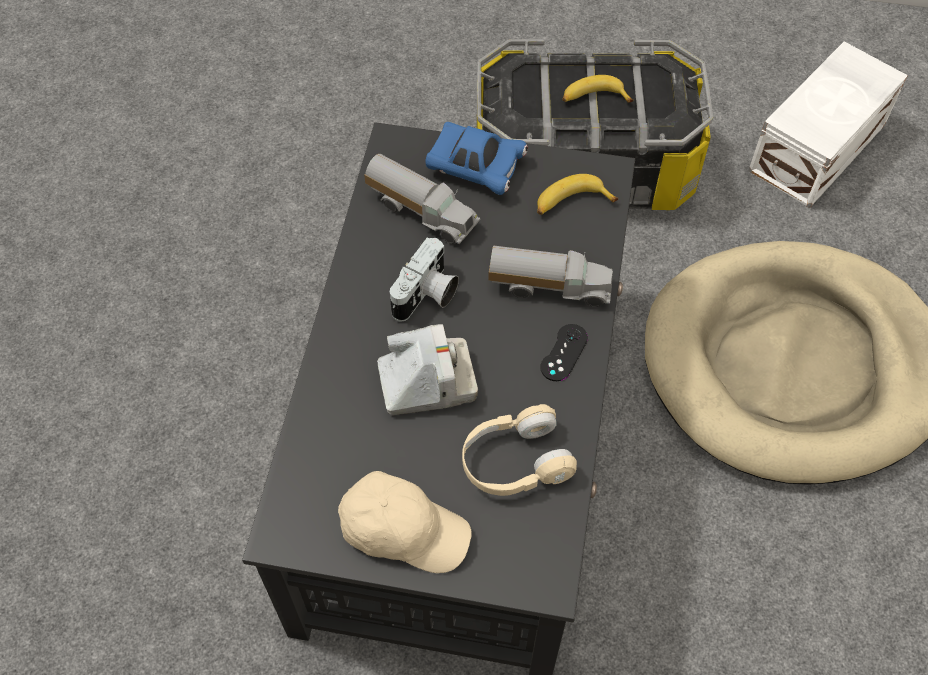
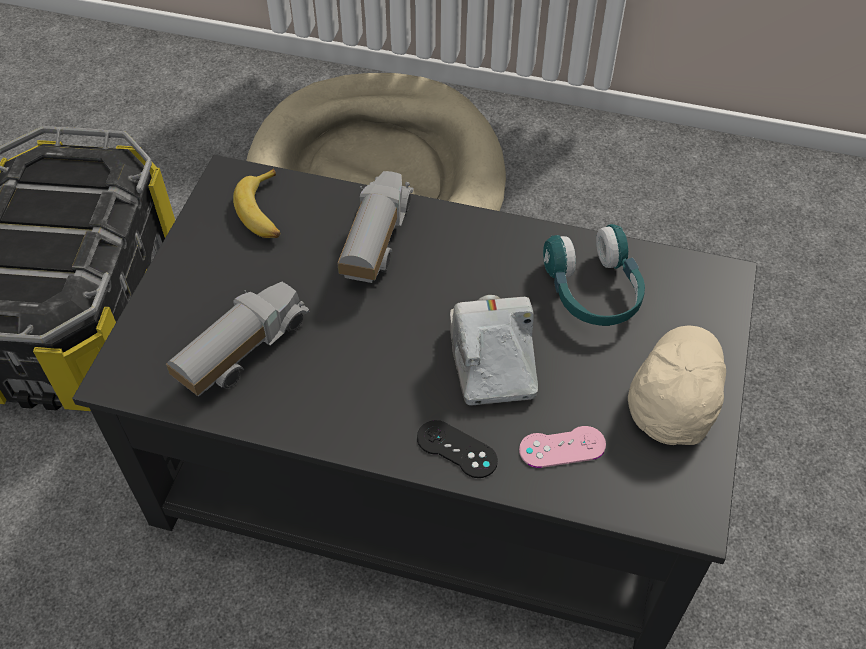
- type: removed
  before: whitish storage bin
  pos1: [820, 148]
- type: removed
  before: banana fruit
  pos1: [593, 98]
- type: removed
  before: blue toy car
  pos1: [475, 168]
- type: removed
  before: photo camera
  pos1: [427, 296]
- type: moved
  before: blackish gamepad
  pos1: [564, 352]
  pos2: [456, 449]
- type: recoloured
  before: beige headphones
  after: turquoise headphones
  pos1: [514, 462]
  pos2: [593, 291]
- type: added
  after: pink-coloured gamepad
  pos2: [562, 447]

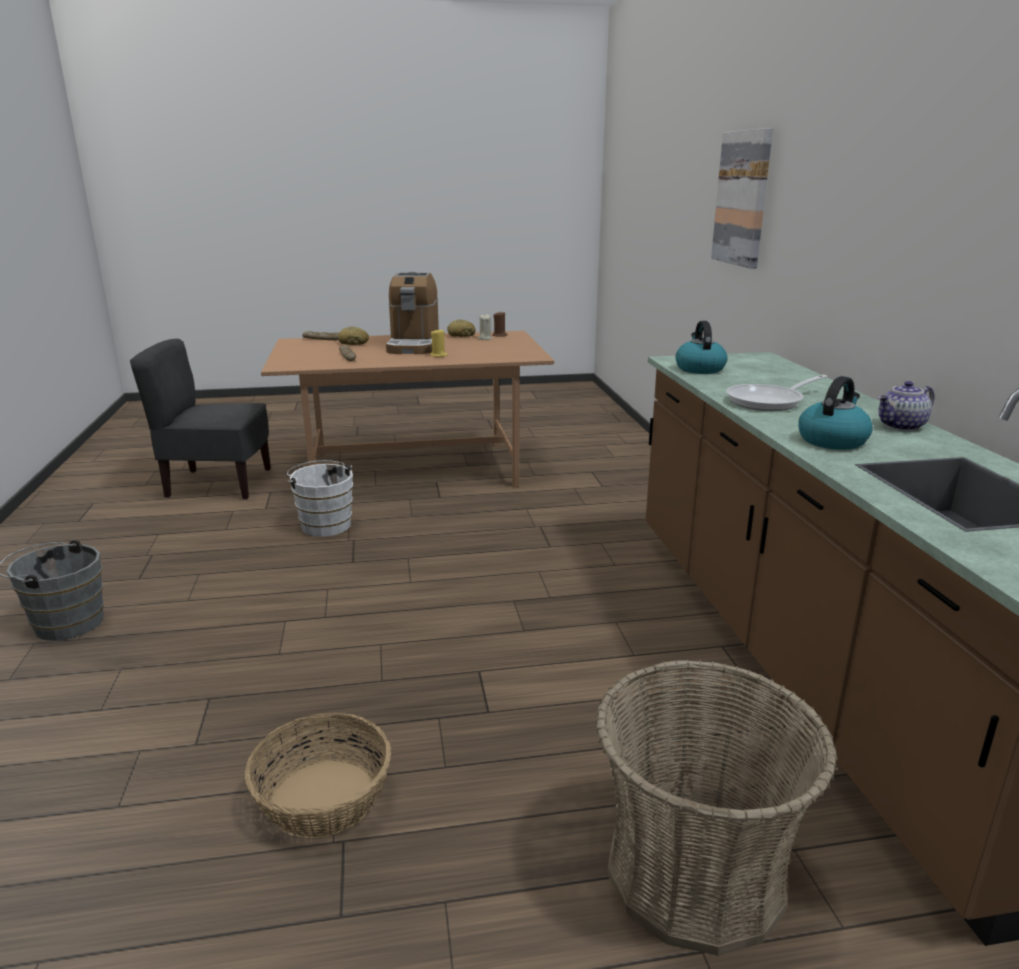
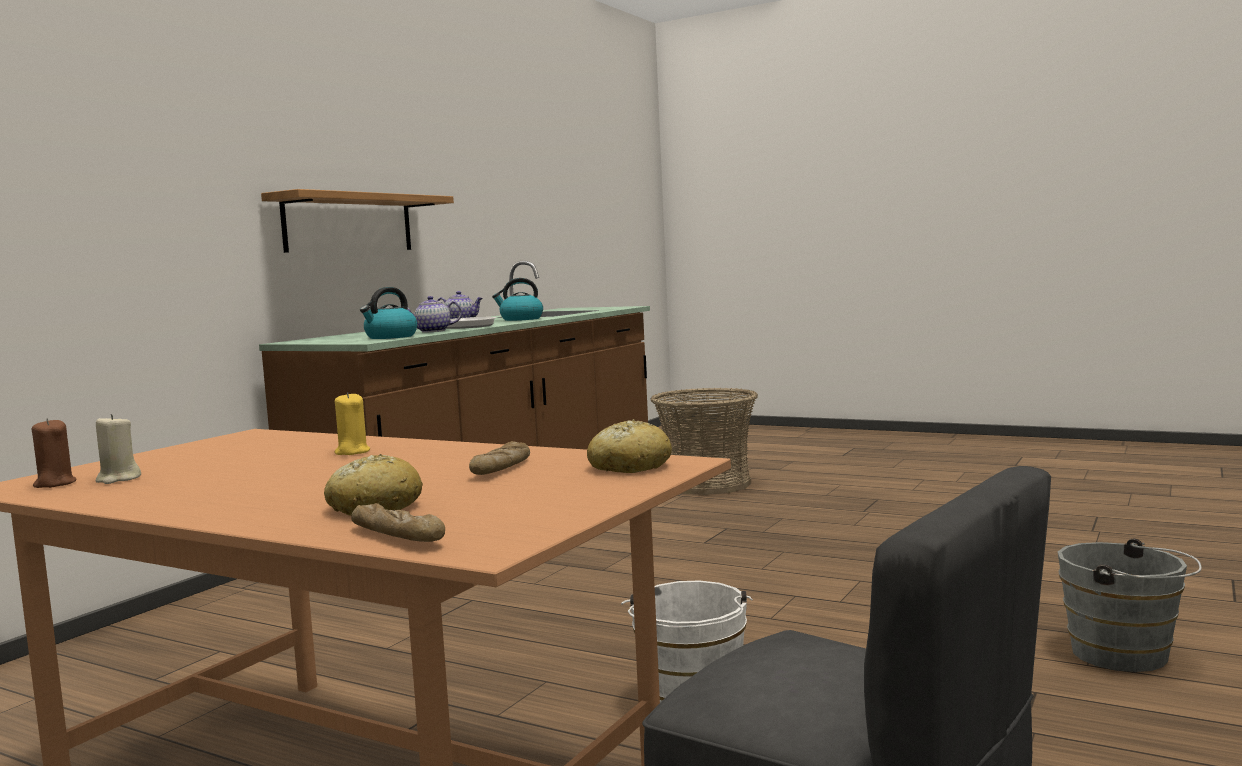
- type: removed
  before: wall picture
  pos1: [743, 198]
- type: removed
  before: coffee machine
  pos1: [413, 345]
- type: moved
  before: bakery bread
  pos1: [461, 335]
  pos2: [629, 467]
- type: removed
  before: household basket
  pos1: [322, 798]
- type: added
  after: wall shelf
  pos2: [349, 223]
- type: added
  after: pot for tea
  pos2: [432, 331]

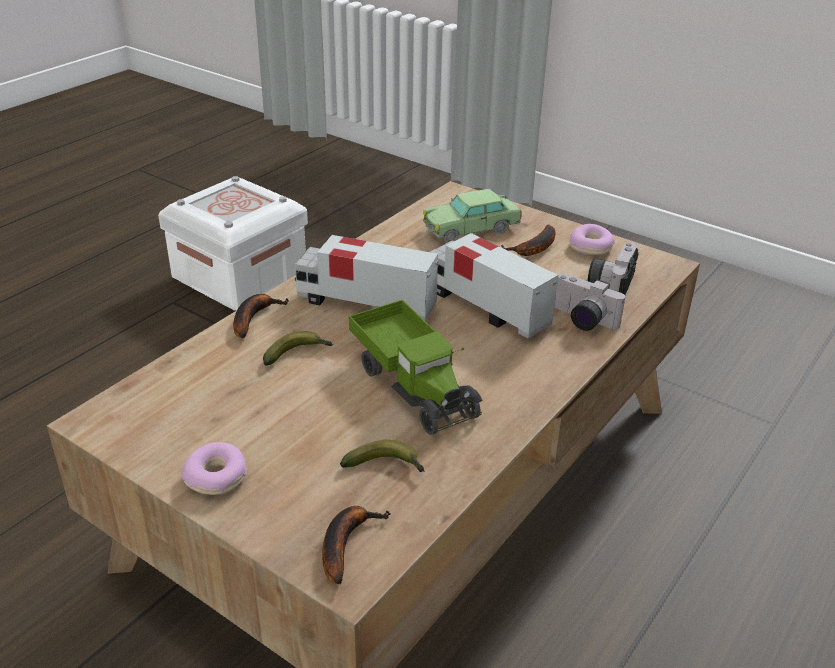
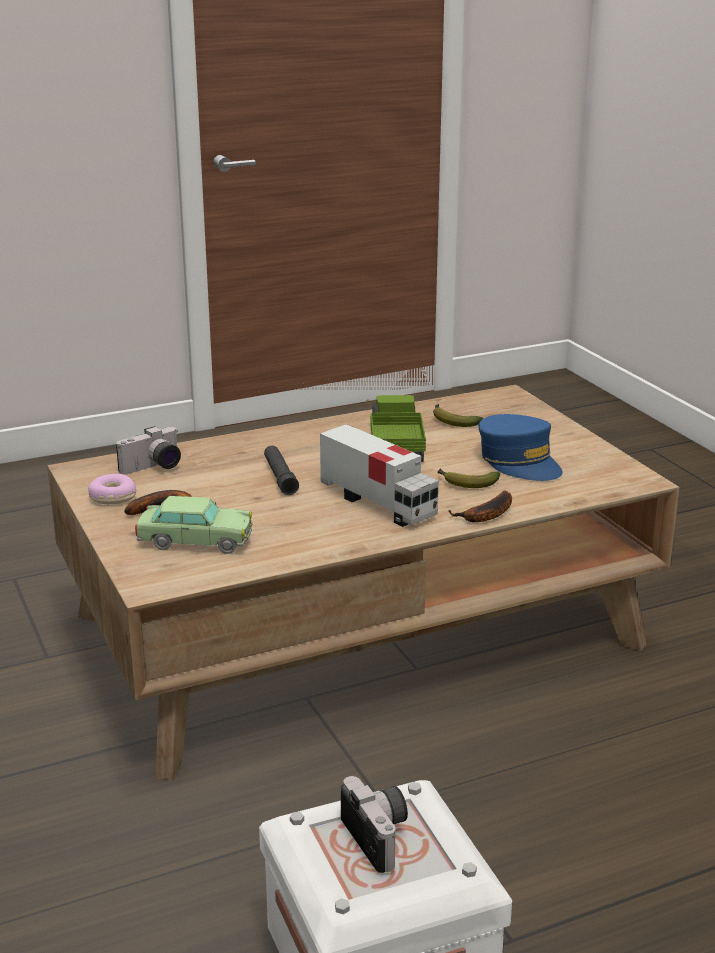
- type: replaced
  before: model truck
  after: blackish hand torch
  pos1: [486, 307]
  pos2: [280, 477]
- type: moved
  before: photo camera
  pos1: [581, 320]
  pos2: [381, 836]
- type: removed
  before: donut
  pos1: [217, 477]
- type: removed
  before: banana fruit
  pos1: [346, 543]
- type: added
  after: blue cap
  pos2: [519, 462]

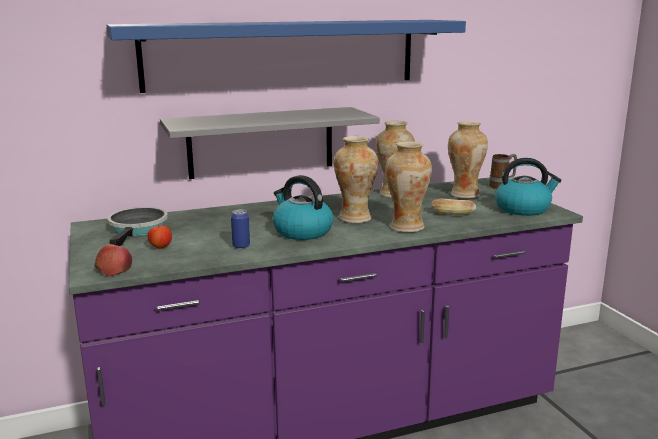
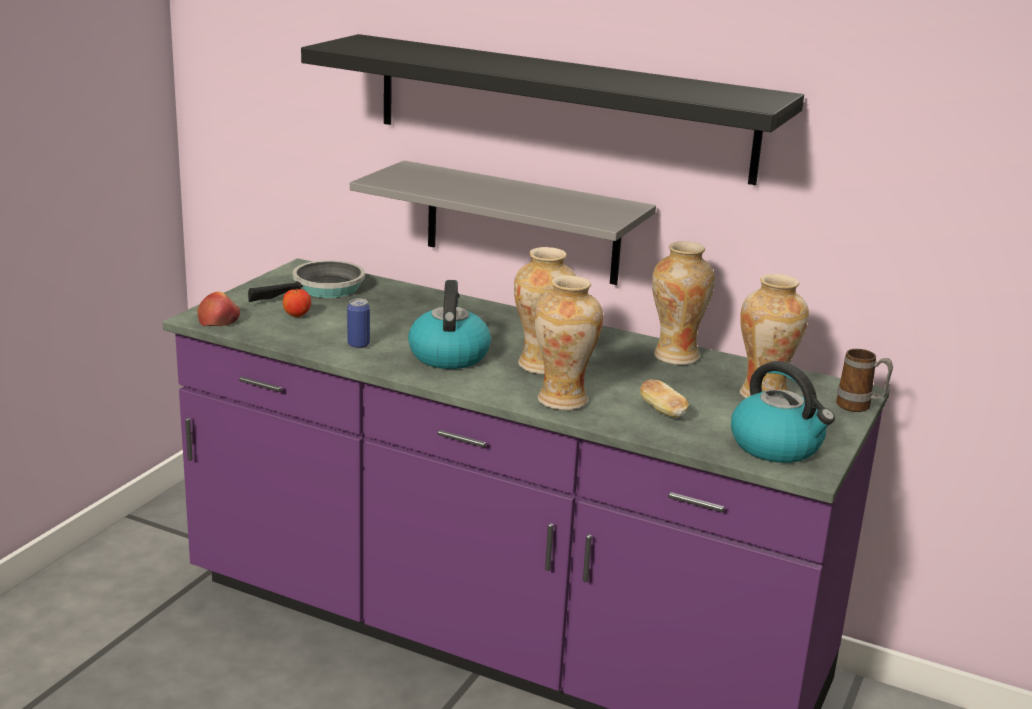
- type: recoloured
  before: blue wall shelf
  after: blackish wall shelf
  pos1: [282, 54]
  pos2: [561, 107]

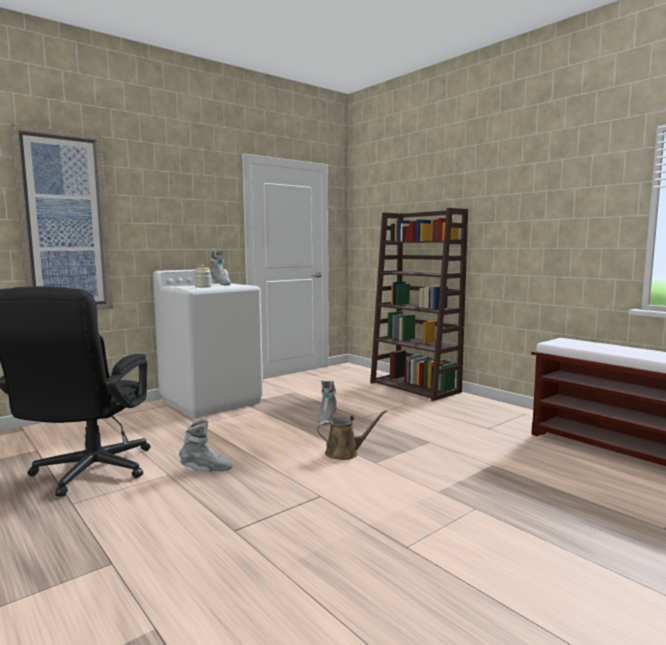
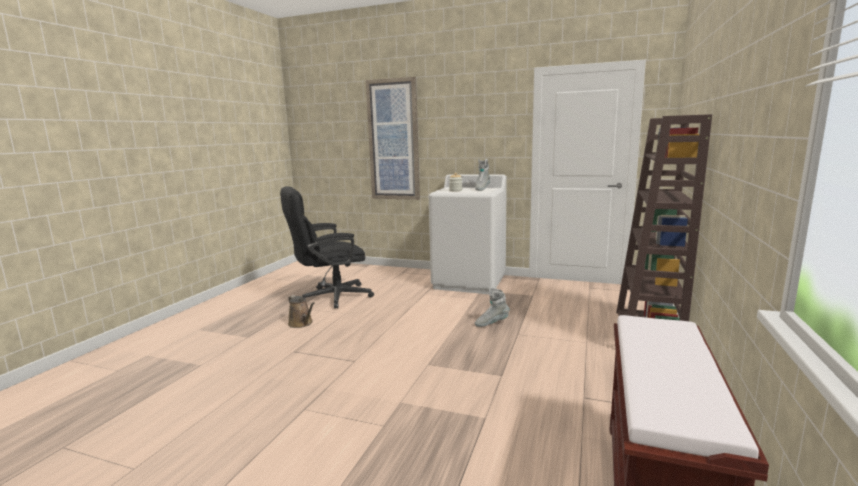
- type: moved
  before: brownish watering pot
  pos1: [345, 453]
  pos2: [301, 323]
- type: removed
  before: greyish boot
  pos1: [206, 470]

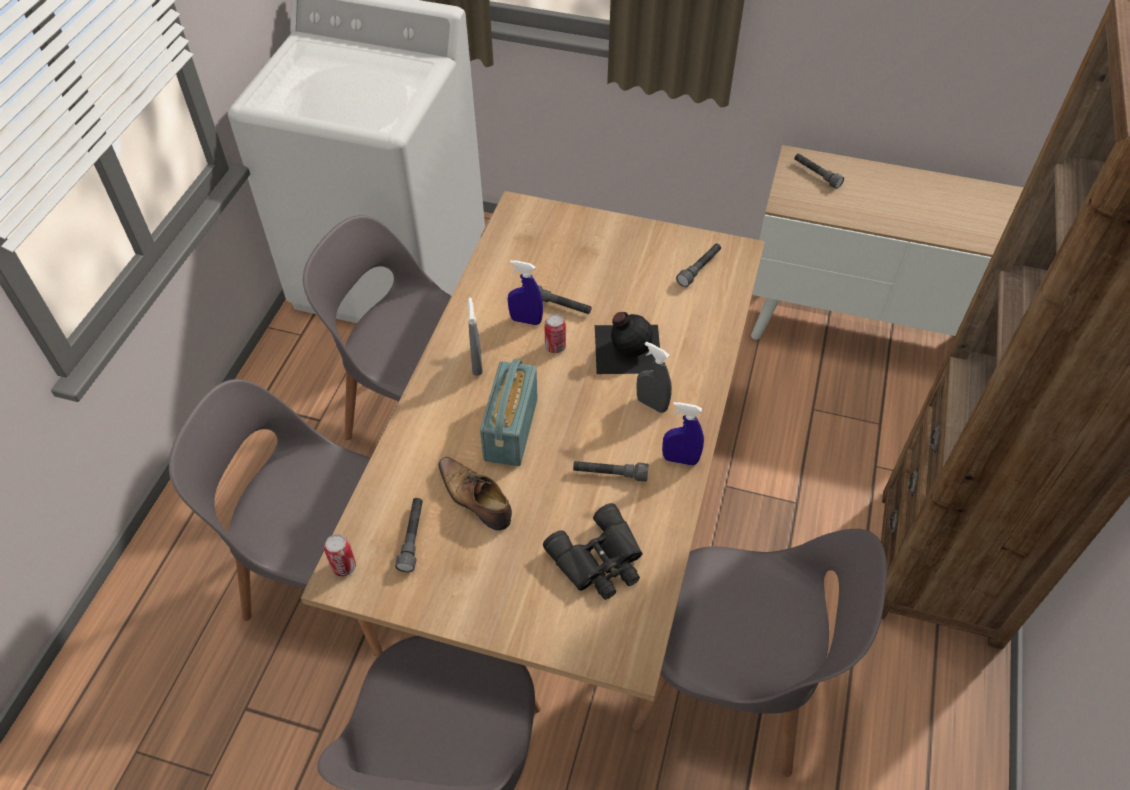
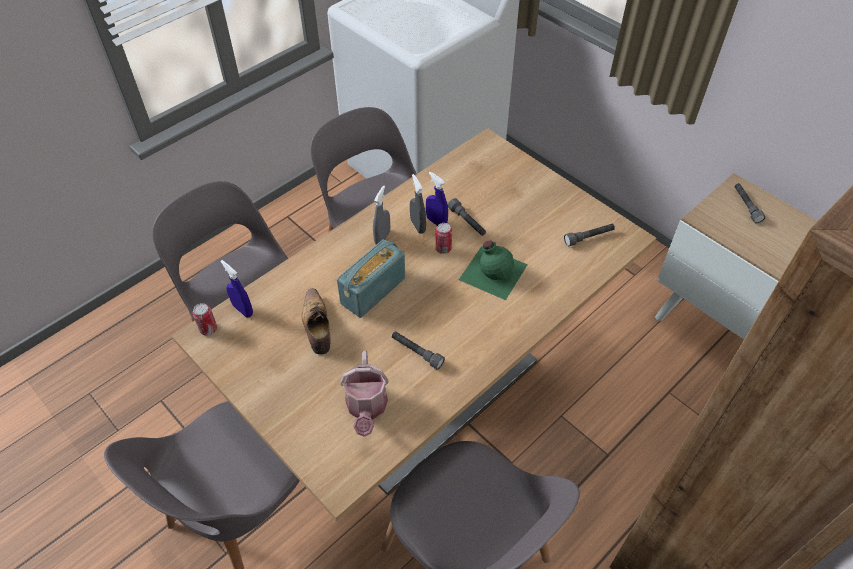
- type: recoloured
  before: blackish drink bottle
  after: greenish drink bottle
  pos1: [626, 348]
  pos2: [492, 271]
- type: moved
  before: greyish spray bottle
  pos1: [652, 404]
  pos2: [418, 226]
- type: moved
  before: blue spray bottle
  pos1: [680, 459]
  pos2: [243, 310]
- type: removed
  before: greyish hand torch
  pos1: [412, 538]
- type: replaced
  before: blackish binoculars
  after: watering pot
  pos1: [600, 561]
  pos2: [366, 408]

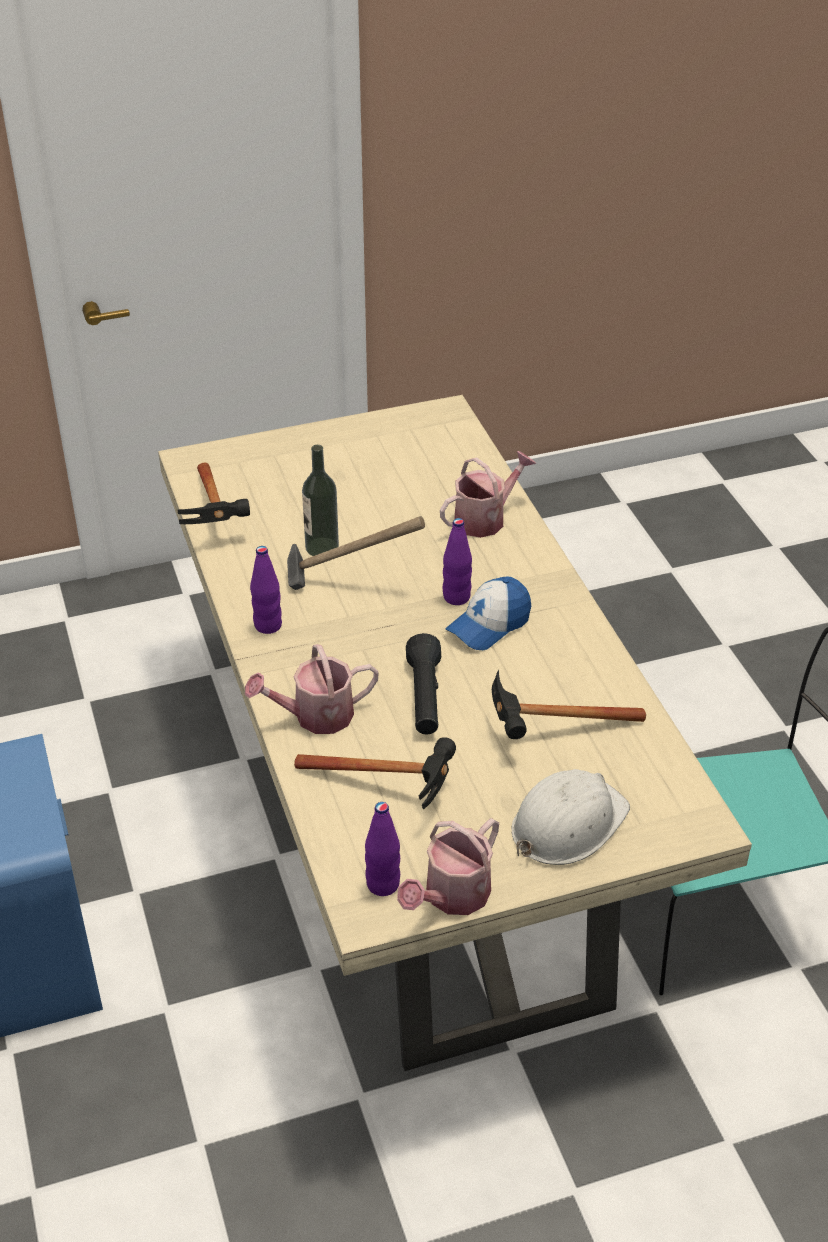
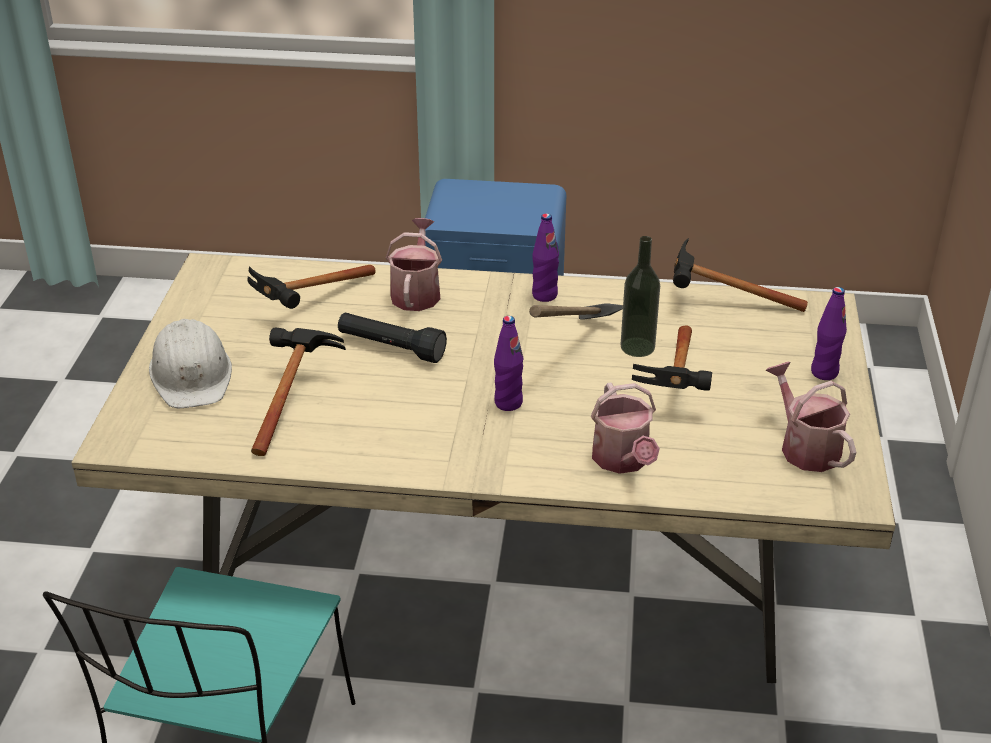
- type: removed
  before: cap
  pos1: [489, 625]
- type: moved
  before: purple-coloured drink bottle
  pos1: [383, 884]
  pos2: [824, 372]
- type: moved
  before: watering pot
  pos1: [452, 897]
  pos2: [805, 447]
- type: added
  after: hand hammer
  pos2: [677, 386]

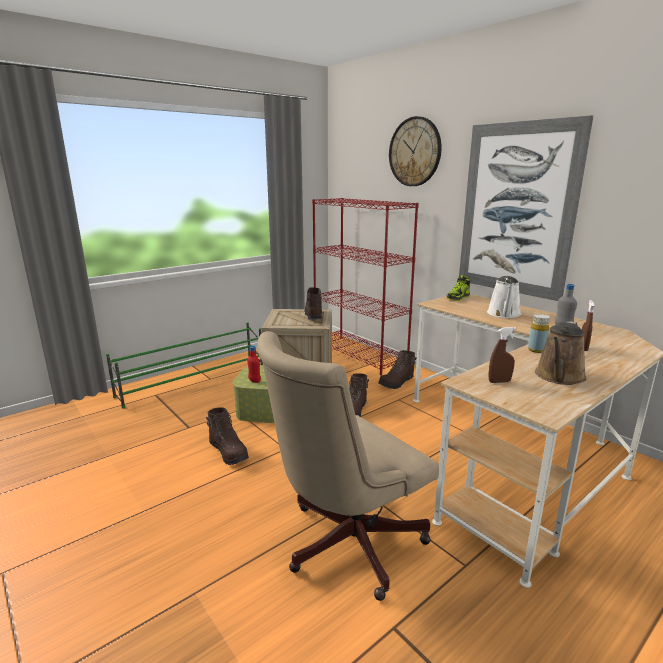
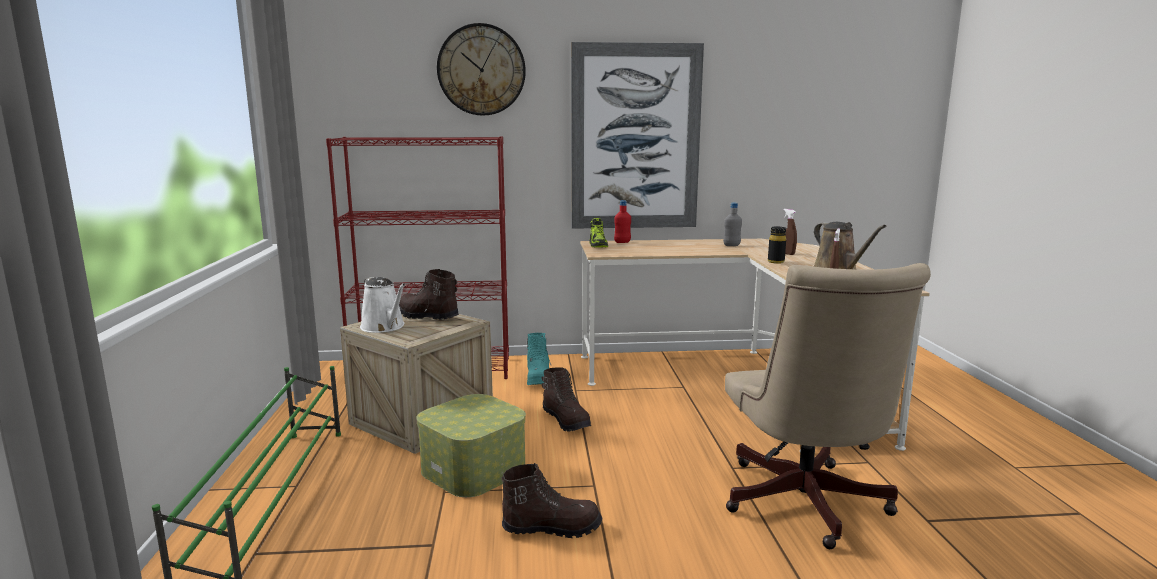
- type: moved
  before: whitish watering pot
  pos1: [504, 314]
  pos2: [384, 327]
- type: recoloured
  before: yellow drink bottle
  after: blackish drink bottle
  pos1: [536, 350]
  pos2: [776, 262]
- type: moved
  before: red drink bottle
  pos1: [254, 381]
  pos2: [622, 242]
- type: recoloured
  before: brownish boot
  after: turquoise boot
  pos1: [397, 383]
  pos2: [538, 378]

